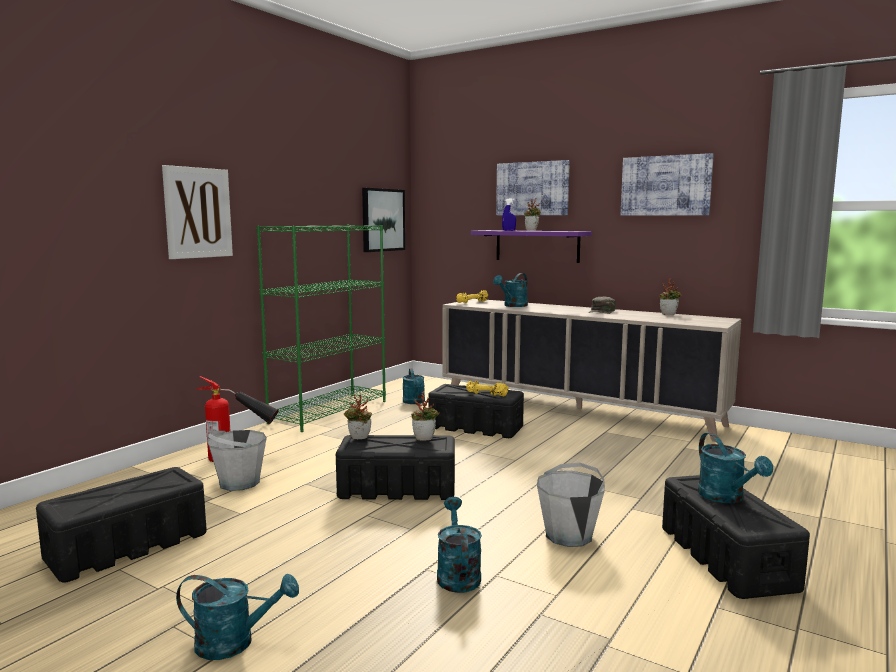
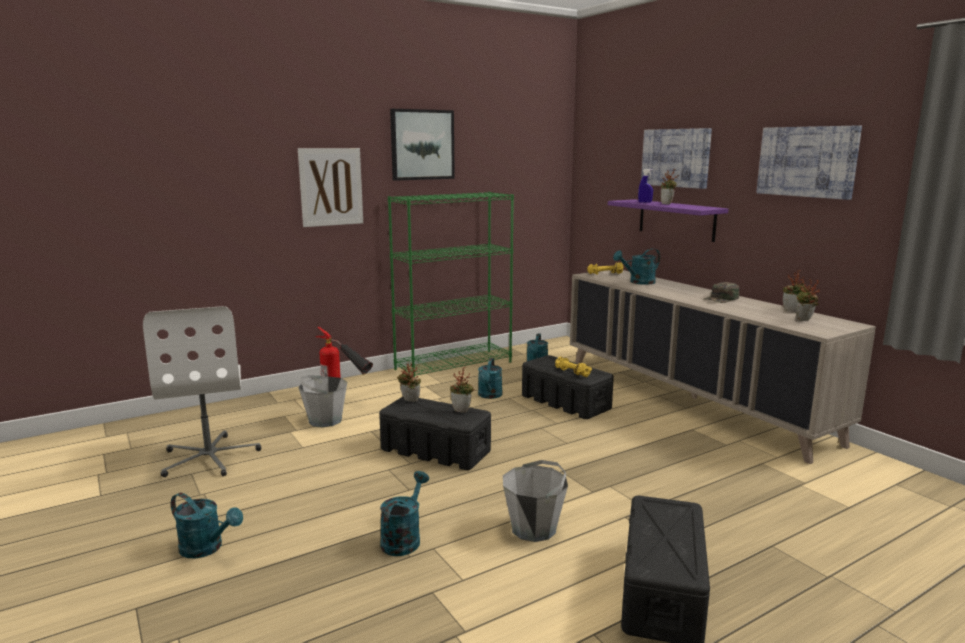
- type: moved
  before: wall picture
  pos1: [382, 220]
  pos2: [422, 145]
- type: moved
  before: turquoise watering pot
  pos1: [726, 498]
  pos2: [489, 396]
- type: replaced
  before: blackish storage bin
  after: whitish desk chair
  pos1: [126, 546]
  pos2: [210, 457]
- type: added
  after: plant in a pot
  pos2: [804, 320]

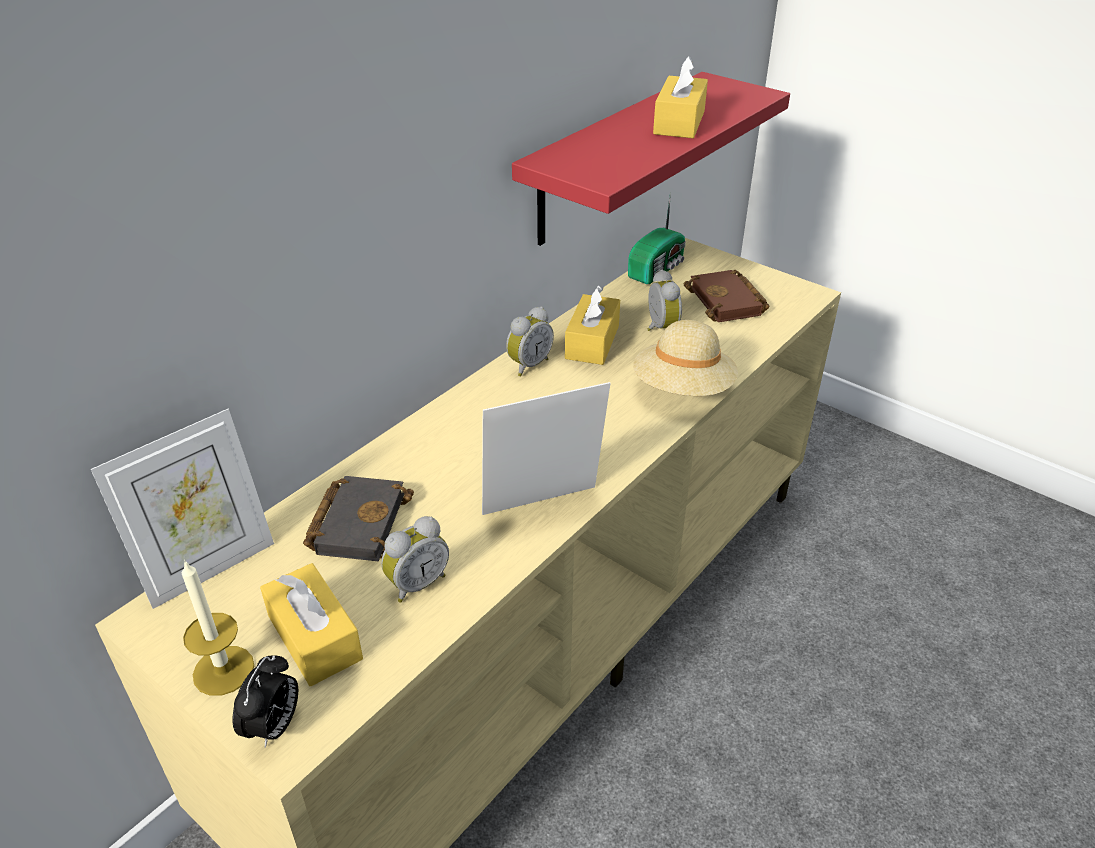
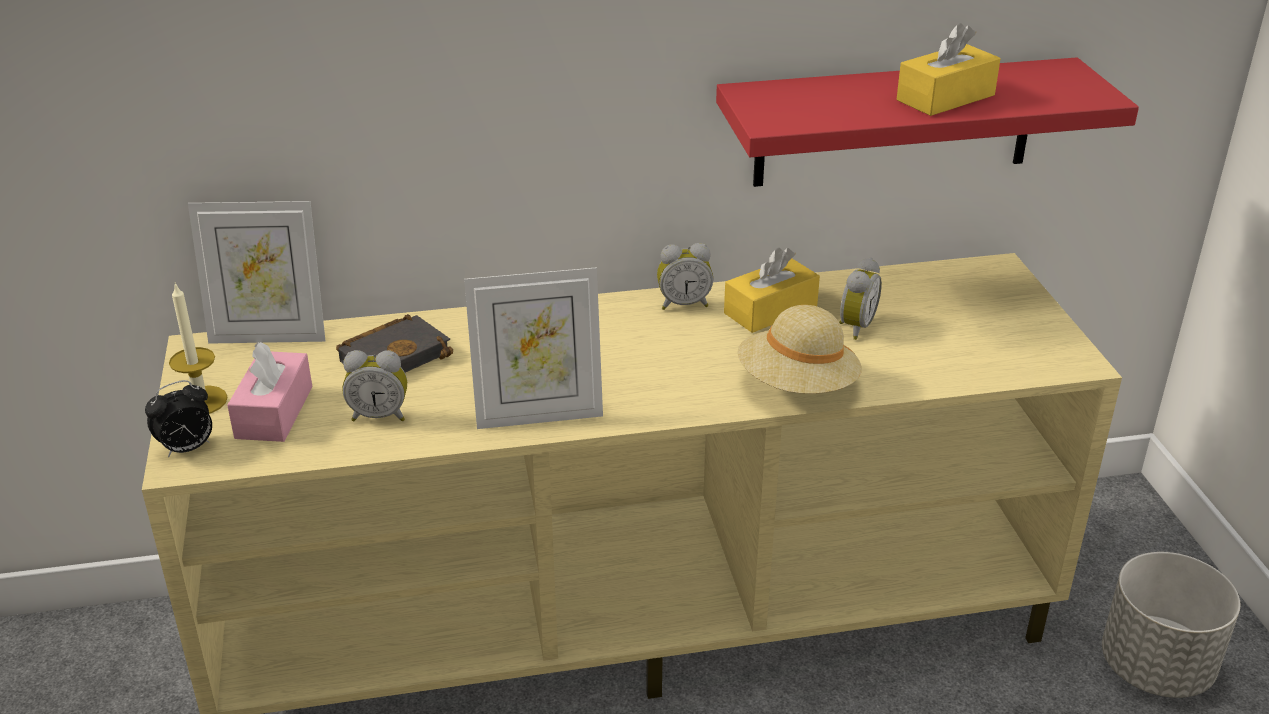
- type: removed
  before: radio receiver
  pos1: [658, 269]
- type: removed
  before: brownish volume
  pos1: [728, 302]
- type: turned
  before: standing frame
  pos1: [543, 508]
  pos2: [538, 414]
  turn: 150
- type: recoloured
  before: yellow tissue box
  after: pink-coloured tissue box
  pos1: [314, 637]
  pos2: [274, 412]
- type: added
  after: greyish plant pot
  pos2: [1156, 668]

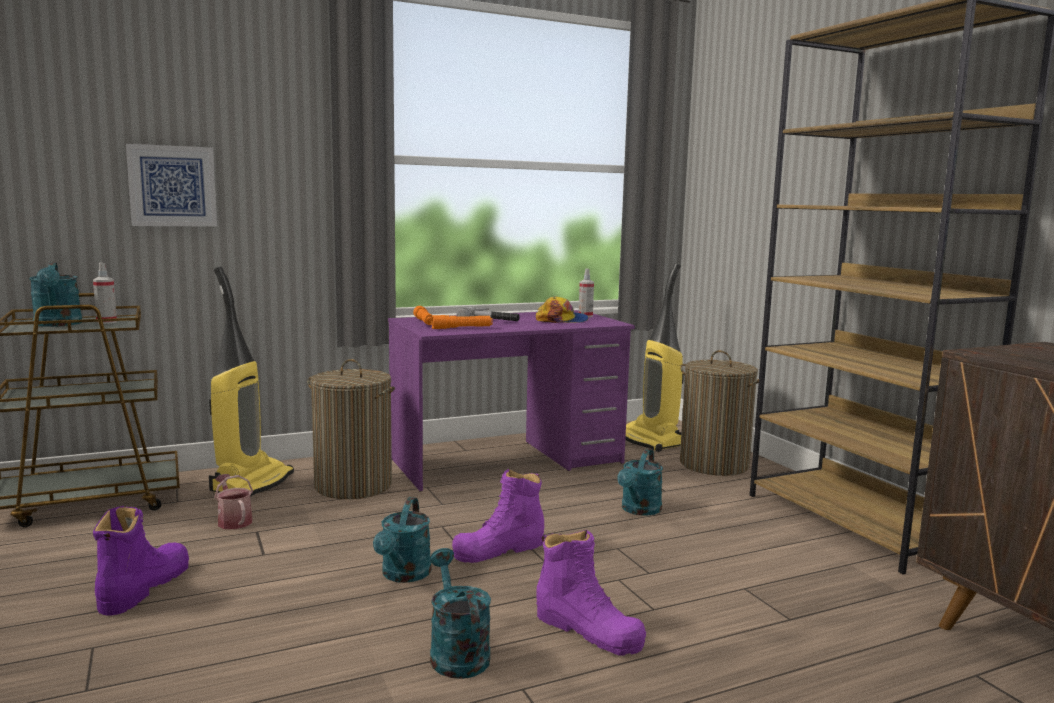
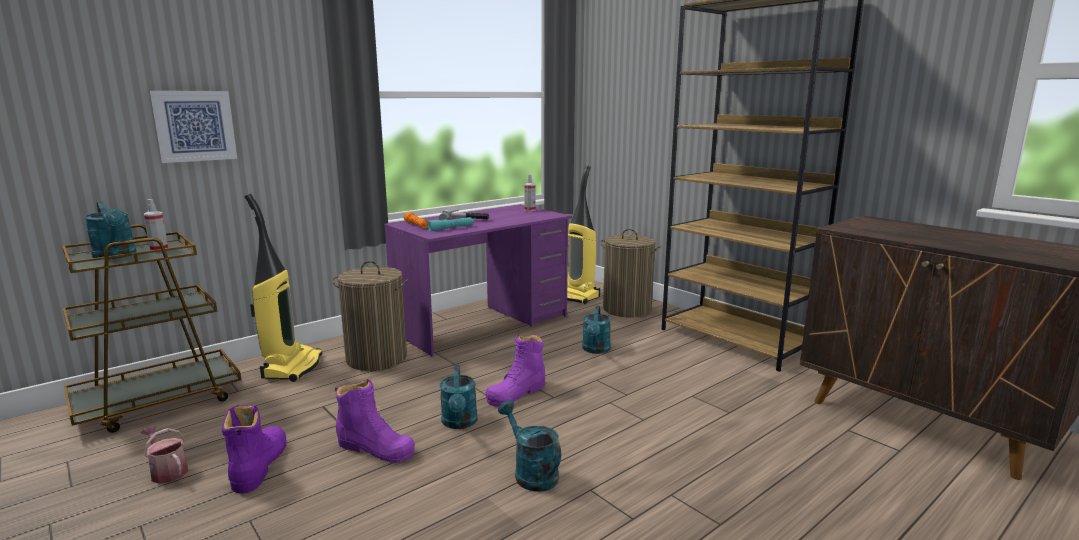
- type: removed
  before: cap
  pos1: [562, 320]
- type: recoloured
  before: orange-coloured hand torch
  after: turquoise hand torch
  pos1: [462, 328]
  pos2: [451, 228]
- type: moved
  before: watering pot
  pos1: [233, 520]
  pos2: [167, 471]
- type: moved
  before: purple-coloured boot
  pos1: [588, 630]
  pos2: [376, 448]

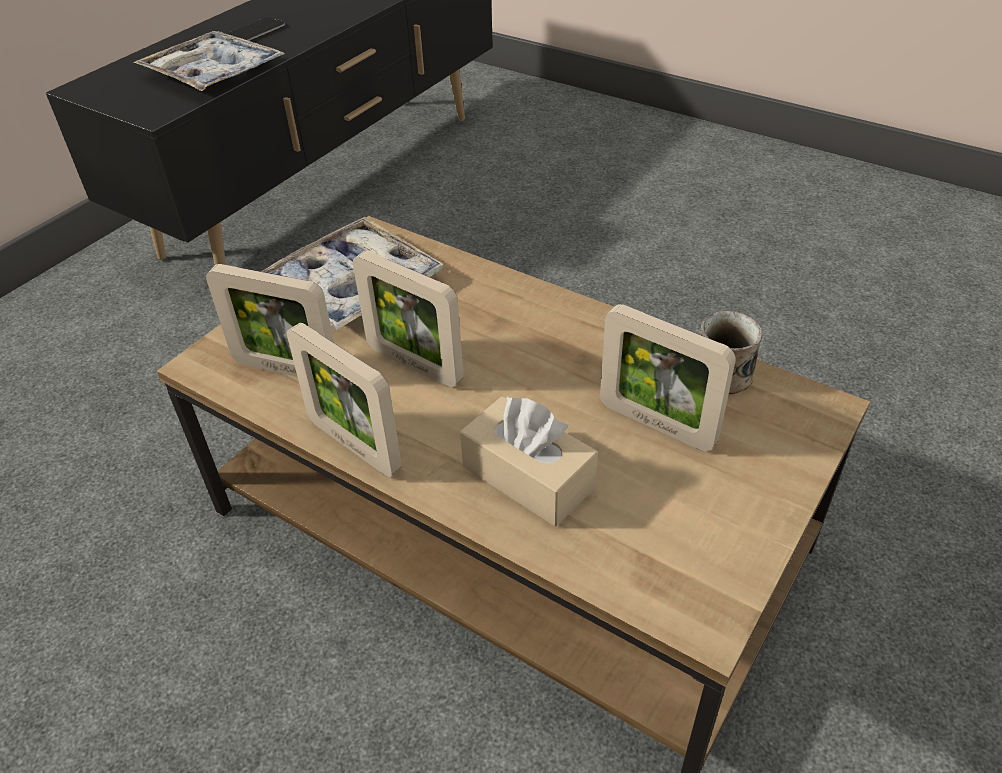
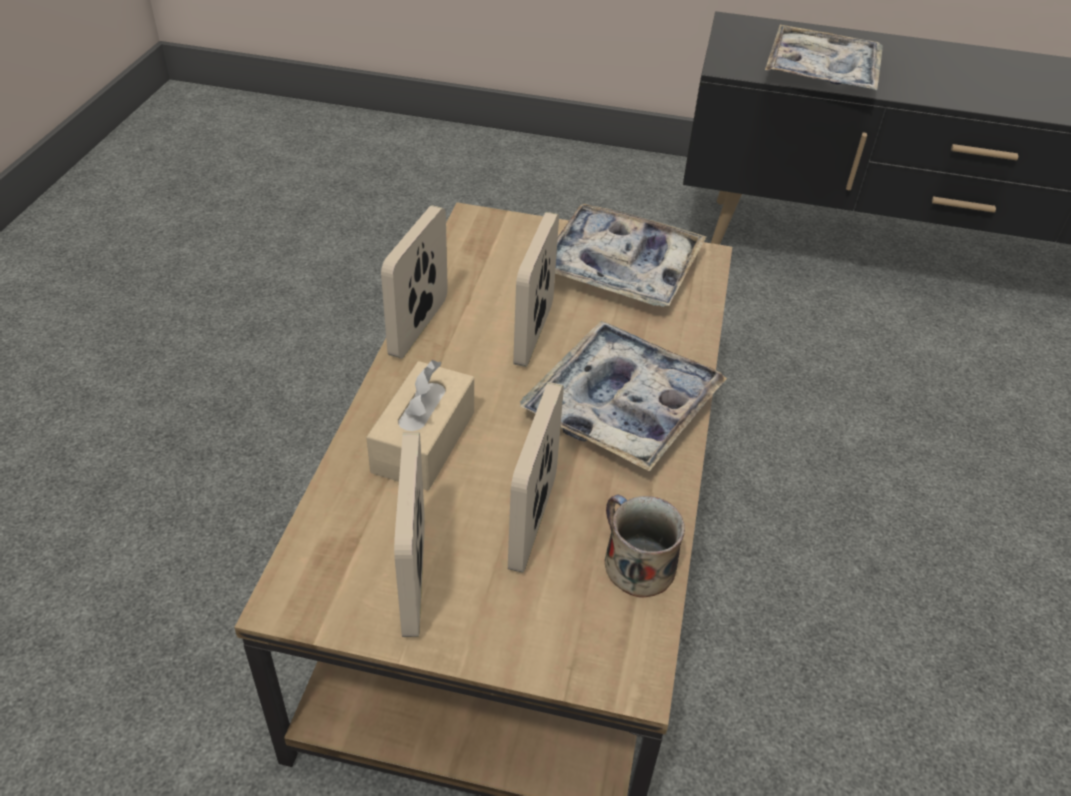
- type: removed
  before: phone
  pos1: [256, 32]
- type: moved
  before: standing frame
  pos1: [286, 369]
  pos2: [414, 579]
- type: added
  after: serving tray
  pos2: [621, 407]

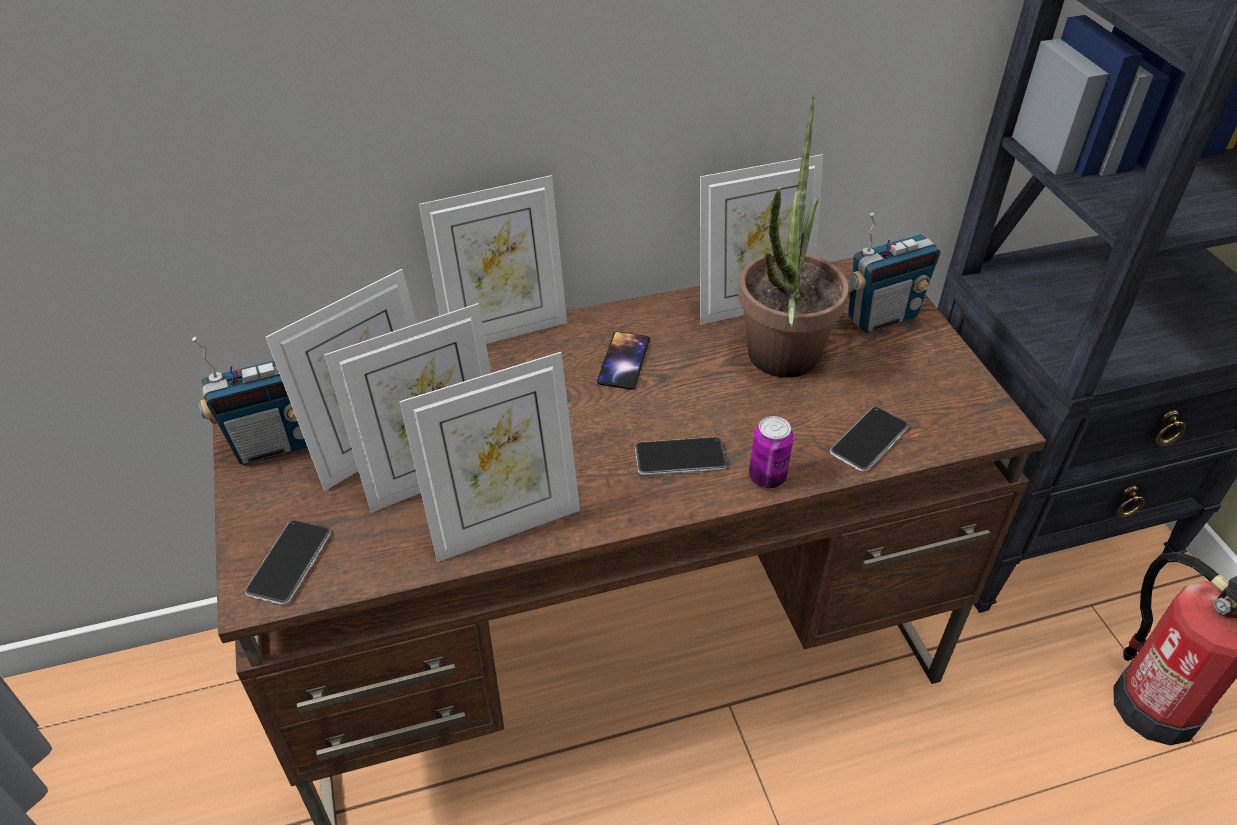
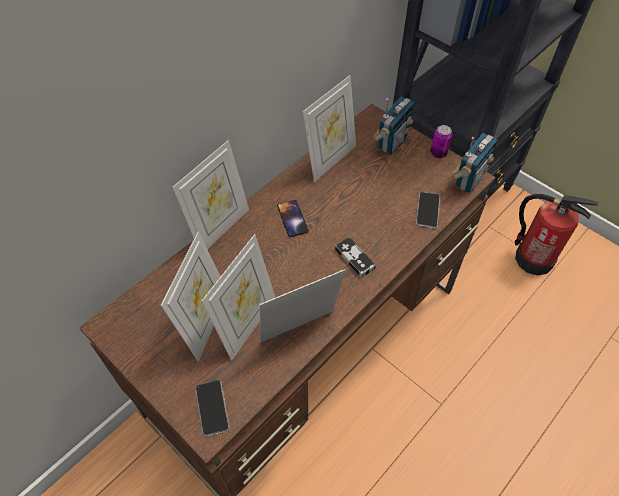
- type: removed
  before: plant in a pot
  pos1: [778, 365]
- type: moved
  before: radio receiver
  pos1: [275, 444]
  pos2: [468, 179]
- type: turned
  before: standing frame
  pos1: [504, 524]
  pos2: [300, 333]
  turn: -150
- type: moved
  before: can
  pos1: [767, 477]
  pos2: [438, 153]
- type: replaced
  before: phone
  after: gamepad
  pos1: [680, 458]
  pos2: [354, 258]

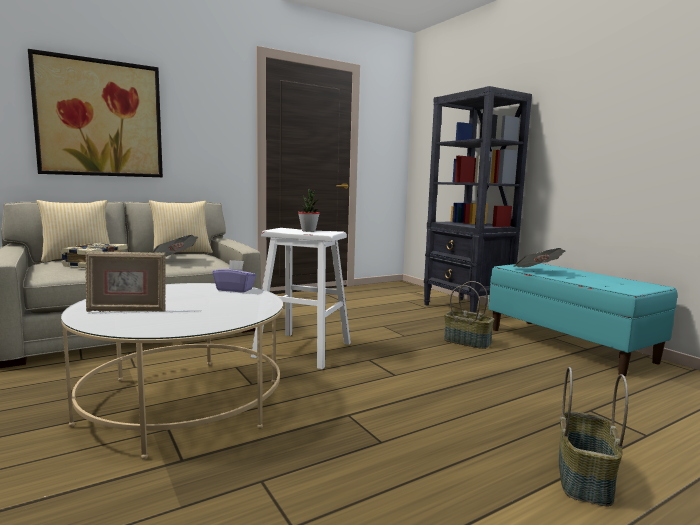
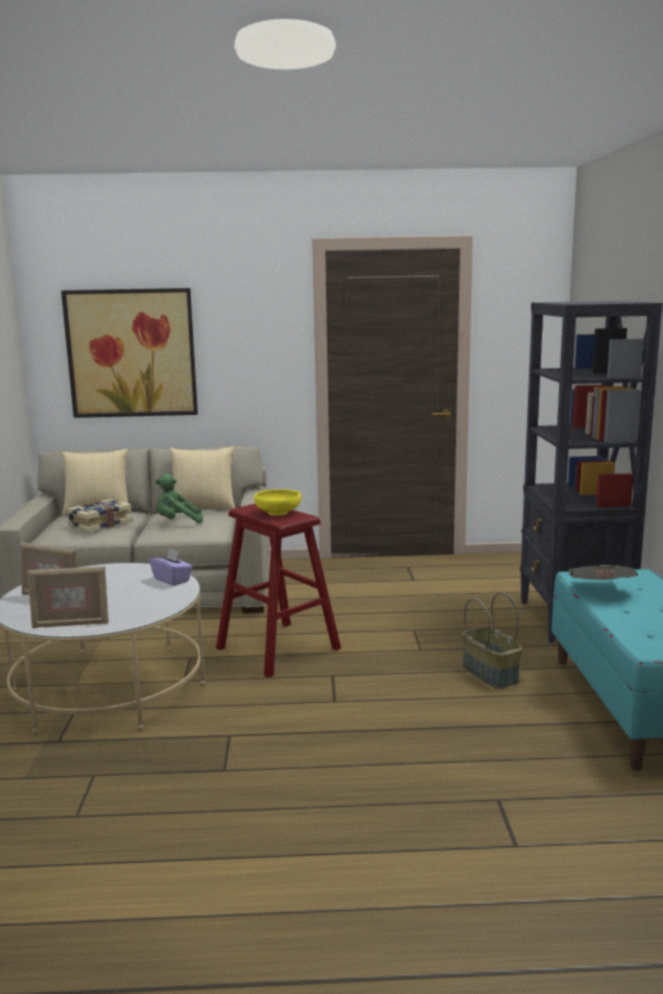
- type: replaced
  before: plant in a pot
  after: yellow serving bowl
  pos1: [308, 231]
  pos2: [278, 513]
- type: recoloured
  before: whitish sitting stool
  after: red sitting stool
  pos1: [303, 350]
  pos2: [278, 648]
- type: replaced
  before: newspaper
  after: greenish plush toy
  pos1: [173, 260]
  pos2: [178, 522]
- type: removed
  before: household basket
  pos1: [585, 479]
- type: added
  after: standing frame
  pos2: [71, 624]

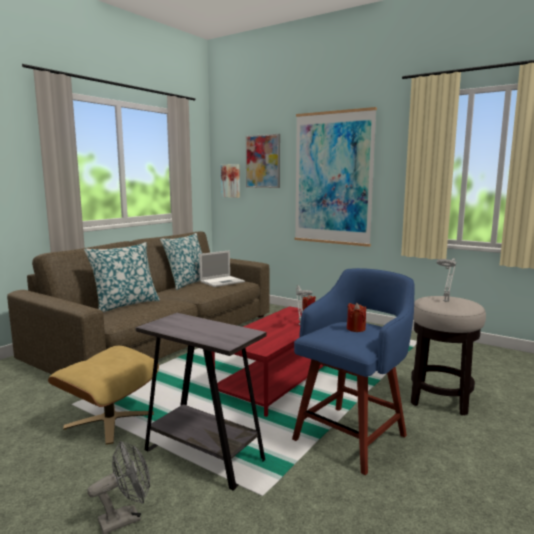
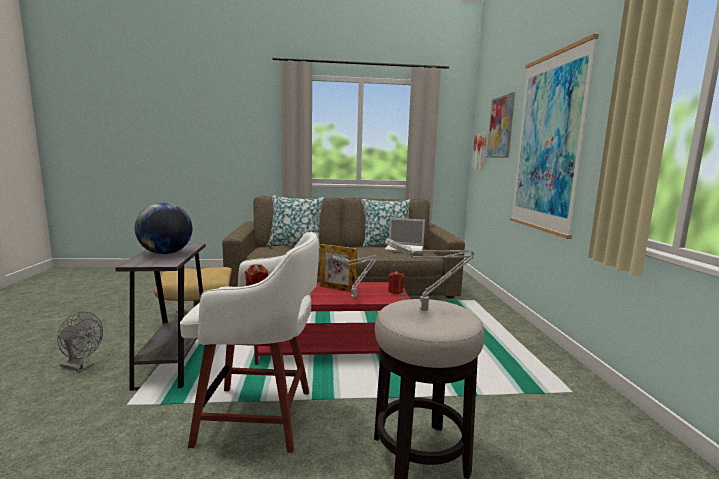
- type: recoloured
  before: blue sitting stool
  after: whitish sitting stool
  pos1: [352, 436]
  pos2: [259, 418]
- type: added
  after: desk globe
  pos2: [166, 253]
- type: added
  after: standing frame
  pos2: [337, 289]

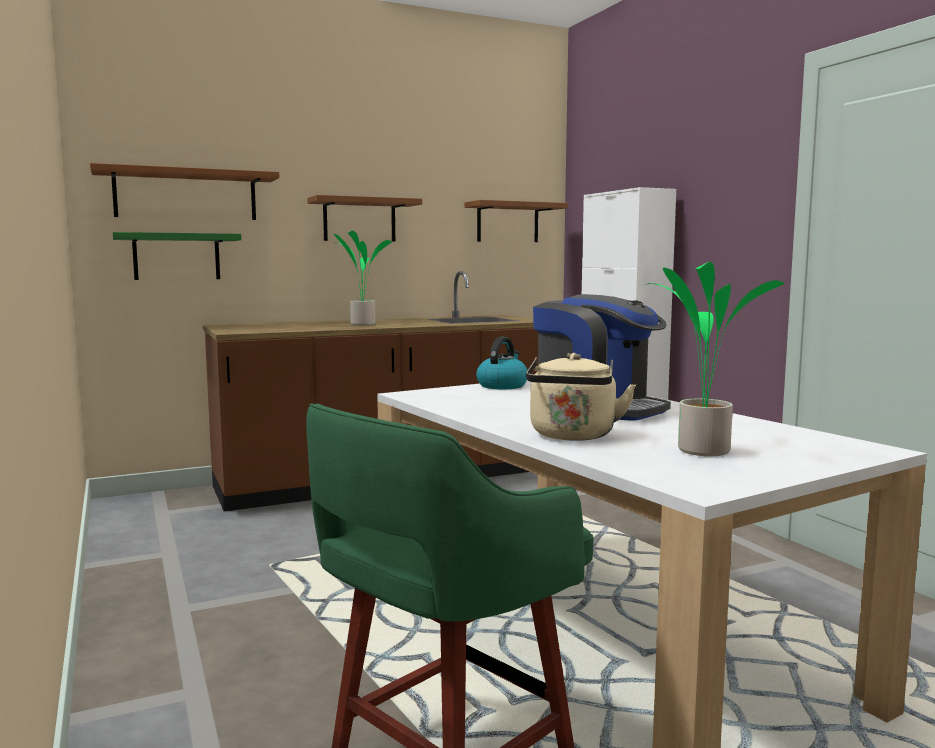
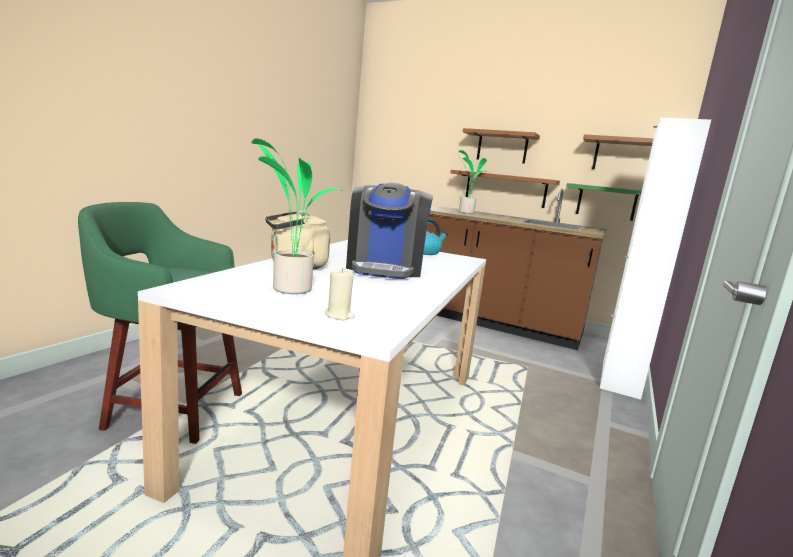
- type: moved
  before: brownish wall shelf
  pos1: [186, 195]
  pos2: [505, 189]
- type: moved
  before: greenish wall shelf
  pos1: [176, 256]
  pos2: [606, 202]
- type: added
  after: beige wax candle
  pos2: [339, 315]

